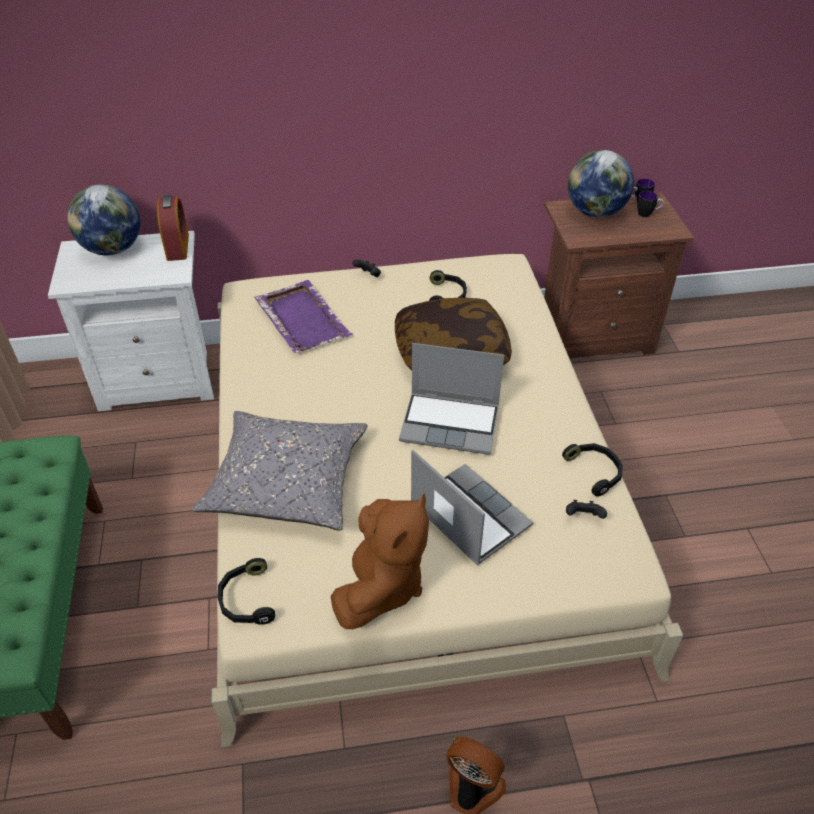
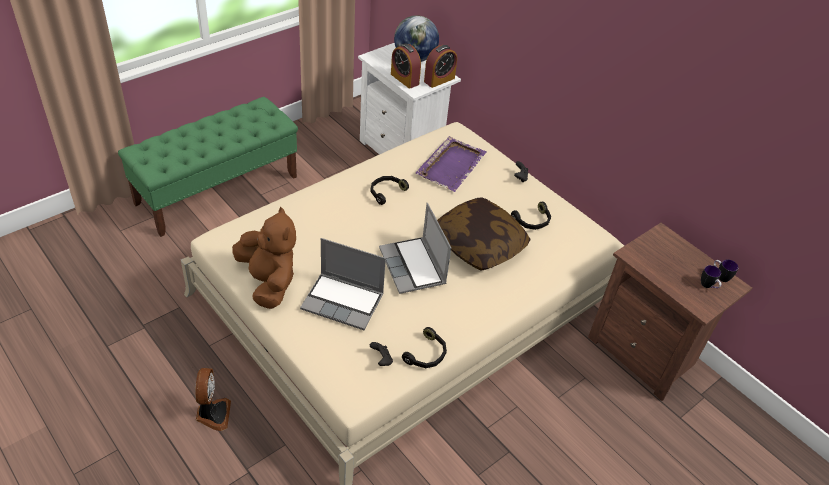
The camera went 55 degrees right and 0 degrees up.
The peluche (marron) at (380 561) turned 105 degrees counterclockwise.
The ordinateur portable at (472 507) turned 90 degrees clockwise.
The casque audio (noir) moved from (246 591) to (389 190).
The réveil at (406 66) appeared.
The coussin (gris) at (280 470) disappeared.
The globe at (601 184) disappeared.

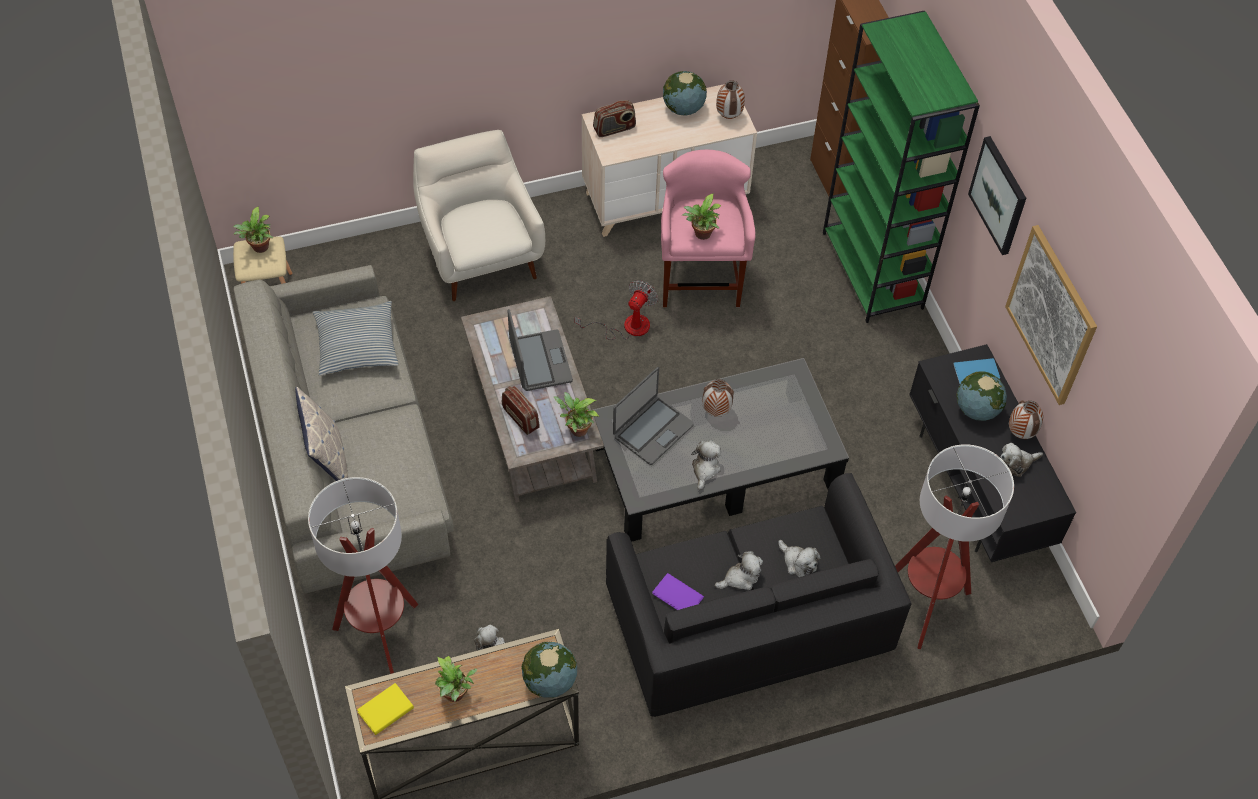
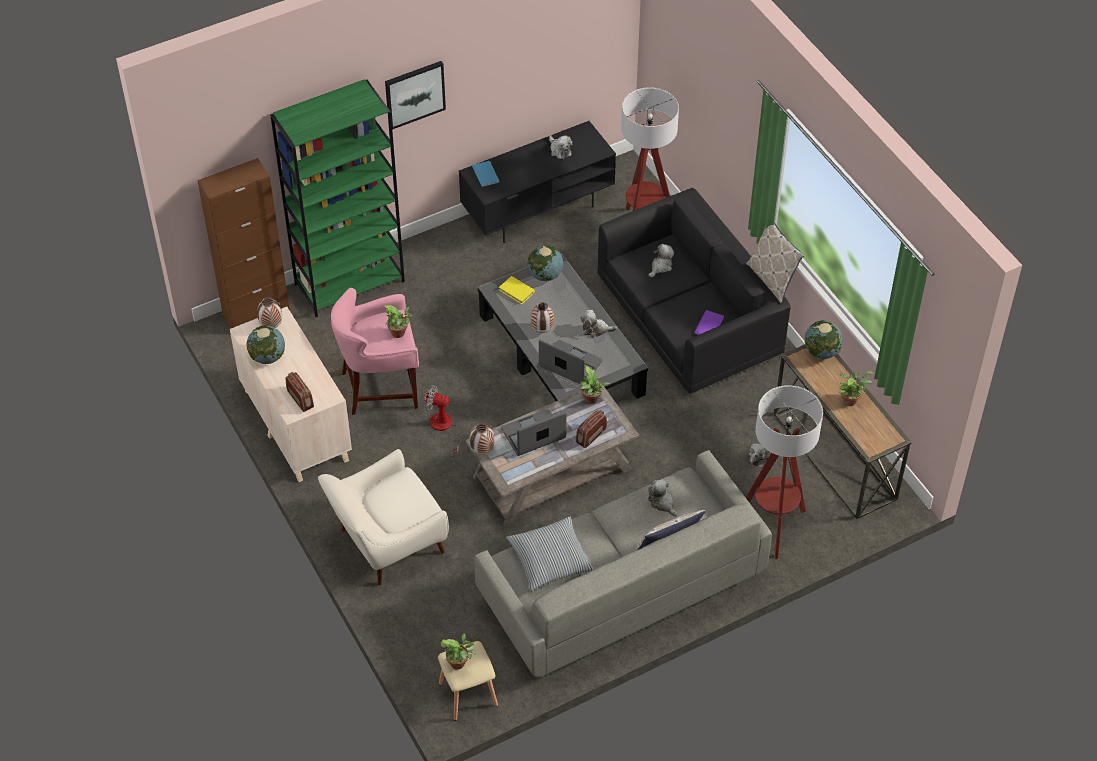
The camera went 100 degrees left and 5 degrees down.
The vase moved from (1026 419) to (481 439).
The livre (jaune) moved from (385 709) to (517 290).
The globe moved from (981 396) to (546 263).
The peluche moved from (739 570) to (662 498).
The coussin at (775 262) appeared.
The tableau at (1051 315) disappeared.

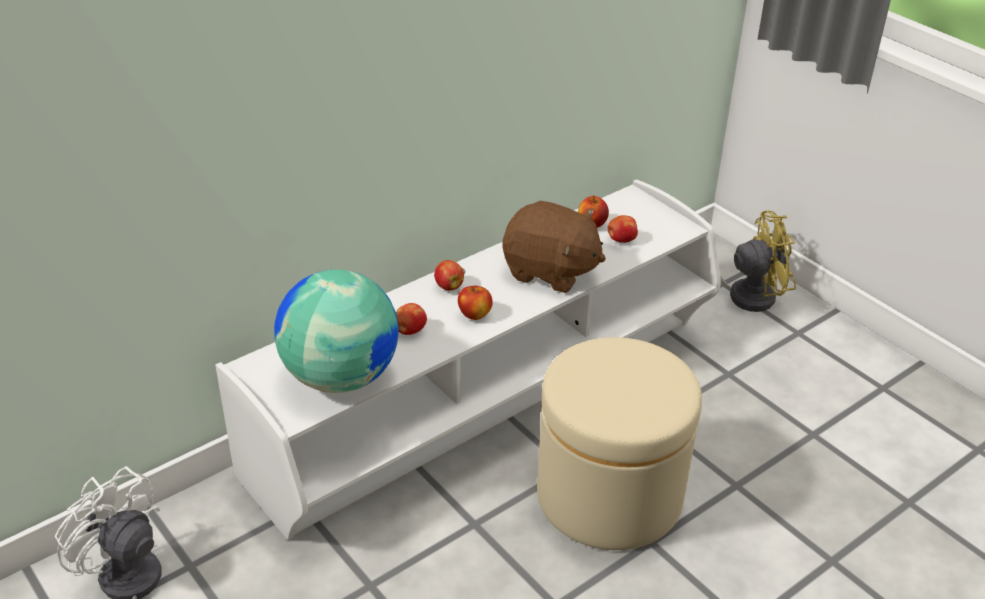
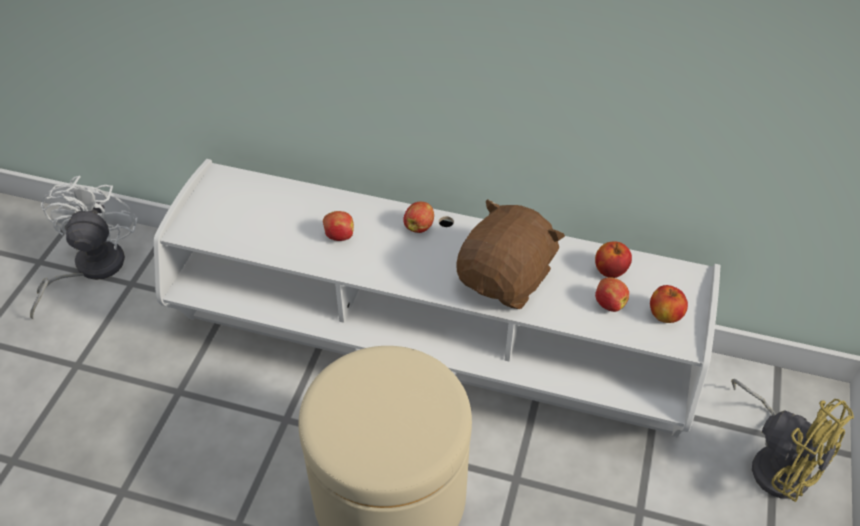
The camera went 55 degrees right and 10 degrees up.
The peluche (marron) at (554 247) turned 135 degrees counterclockwise.
The pomme moved from (475 302) to (669 304).
The globe at (336 331) disappeared.

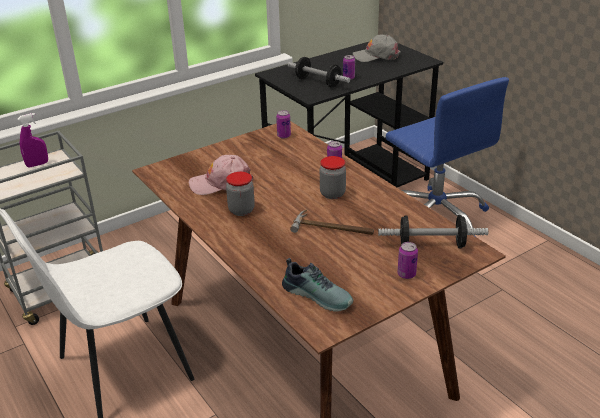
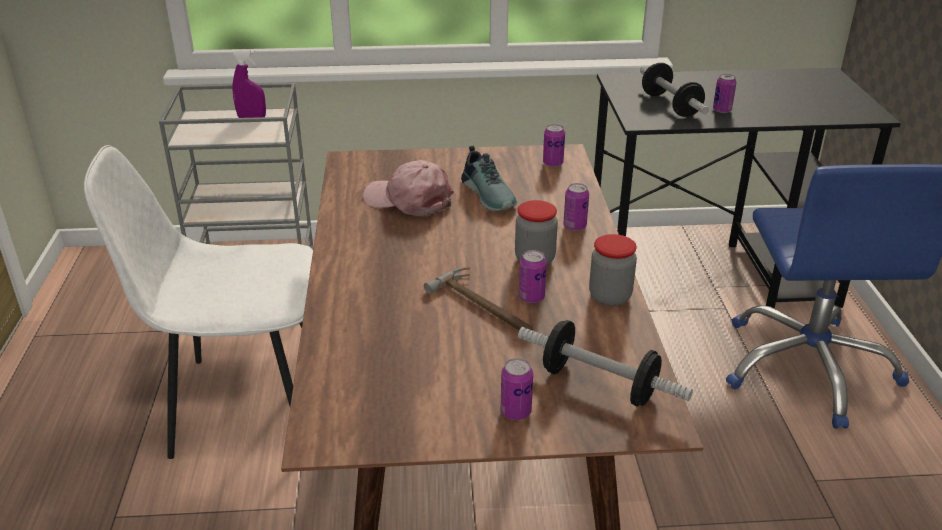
The camera went 30 degrees right and 0 degrees up.
The chaussure moved from (317 285) to (489 178).
The boîte métallique at (533 276) appeared.
The bocal moved from (240 194) to (613 270).
The casquette (gris) at (377 48) disappeared.

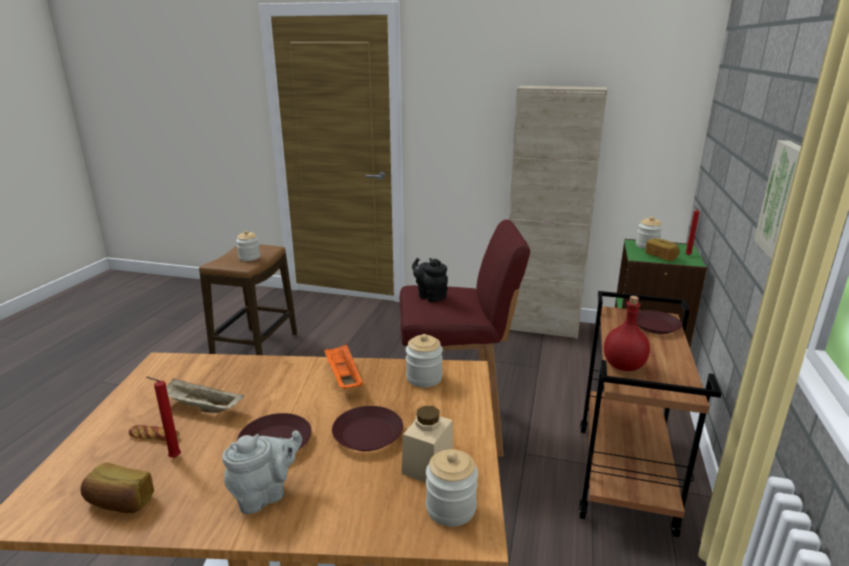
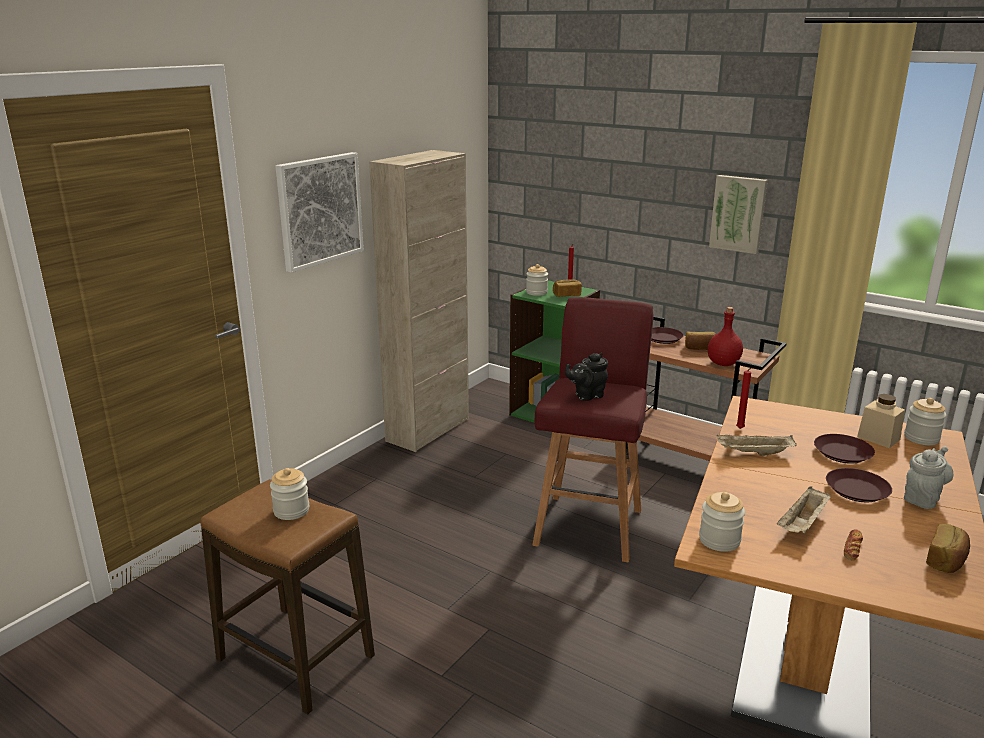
The camera went 70 degrees left and 0 degrees up.
The tableau at (319 212) appeared.
The pain at (700 340) appeared.
The bocal moved from (424 360) to (722 522).
The plateau (orange) at (343 366) became the plateau (beige) at (756 445).
The bougie (rouge) moved from (163 417) to (744 398).
The théière (gris) at (262 472) turned 60 degrees clockwise.

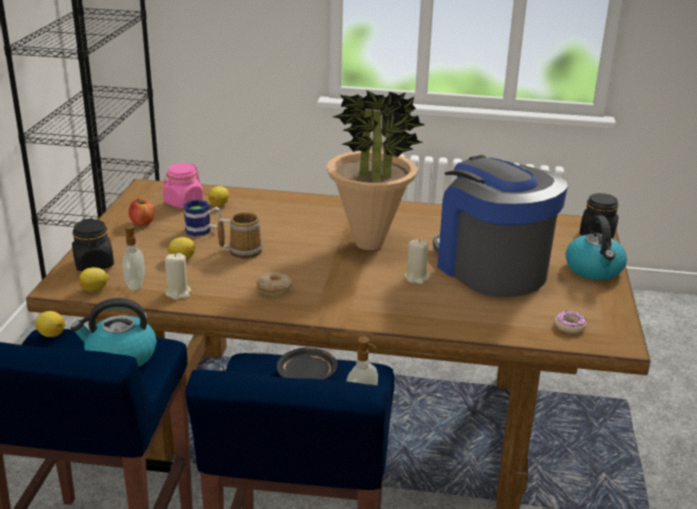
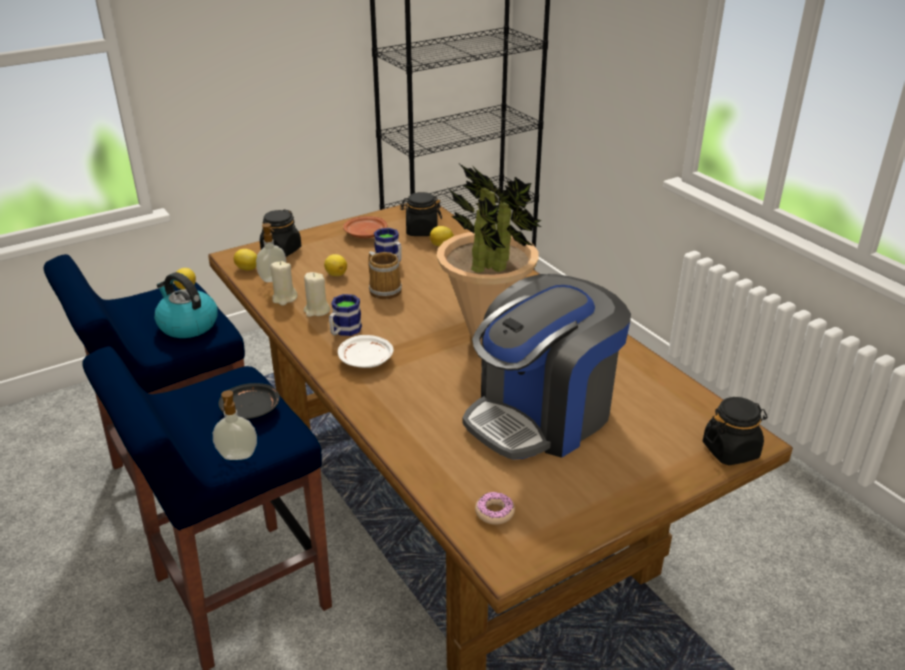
The camera went 50 degrees right and 5 degrees up.
The bougie (beige) moved from (416 261) to (317 294).
The beignet at (274 284) was replaced by the mug at (345 315).
The assiette (blanc) at (365 351) appeared.
The pomme at (141 212) was replaced by the assiette (marron) at (365 227).
The bocal (rose) at (183 185) became the bocal (noir) at (421 214).
The machine à café at (500 226) turned 150 degrees counterclockwise.
The bouilloire at (596 248) disappeared.

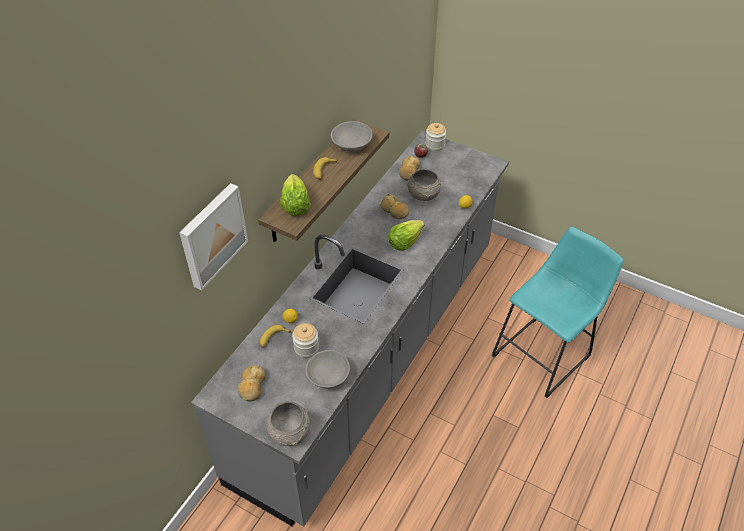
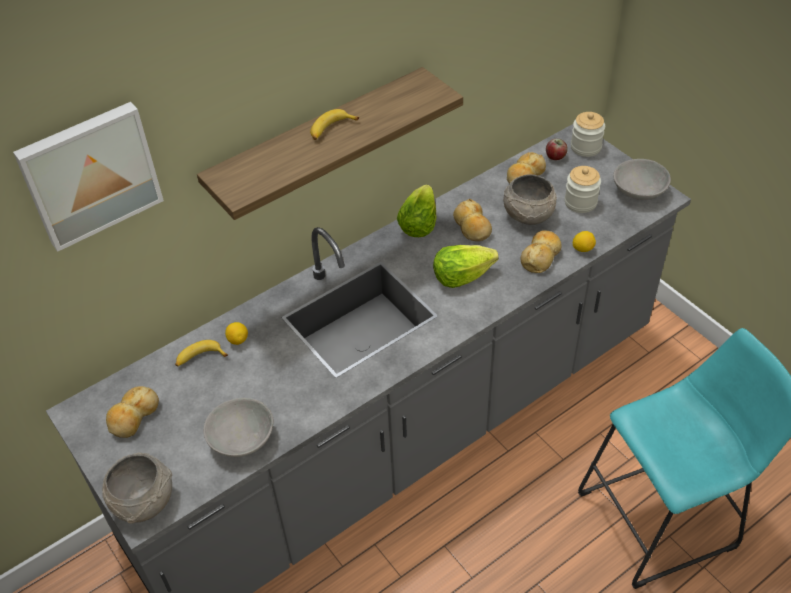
The camera went 25 degrees right and 0 degrees up.
The laitue moved from (295 195) to (416 211).
The pain at (541 251) appeared.
The bocal moved from (305 340) to (582 189).
The bol (gris) moved from (352 136) to (642 179).

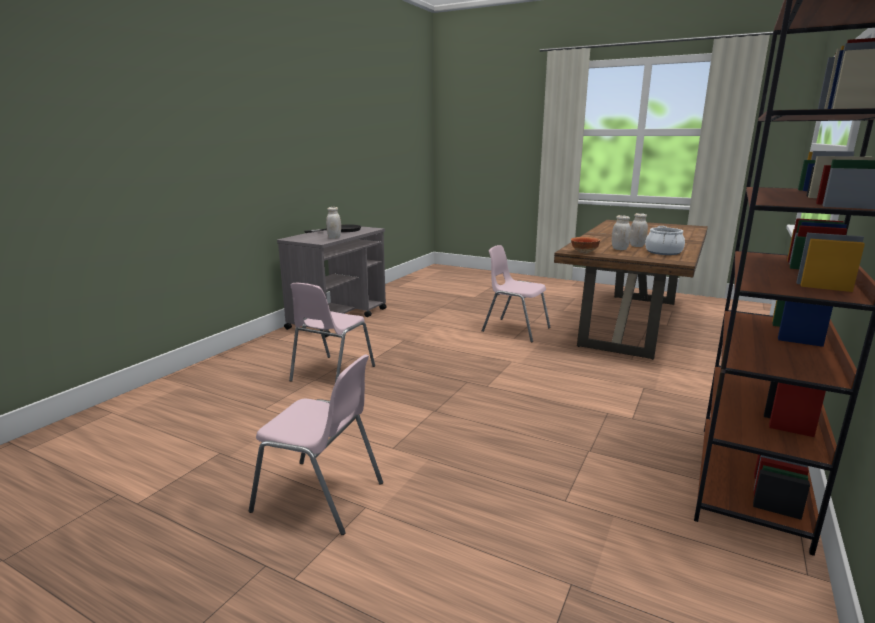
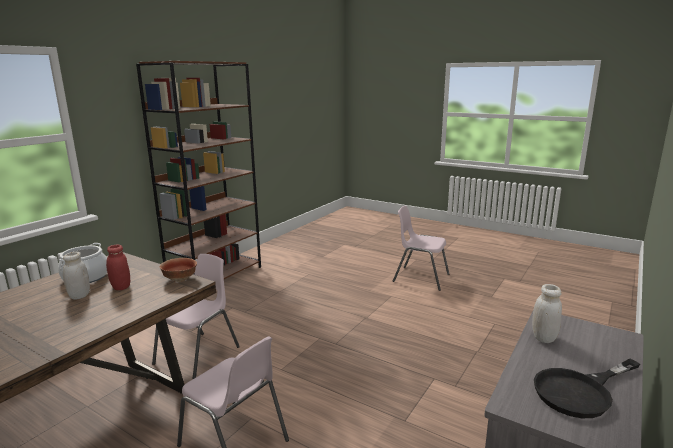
The camera went 175 degrees left and 0 degrees up.
The bocal (blanc) at (621 232) became the bocal (rouge) at (118 267).
The chaise (rose) moved from (332 332) to (196 317).

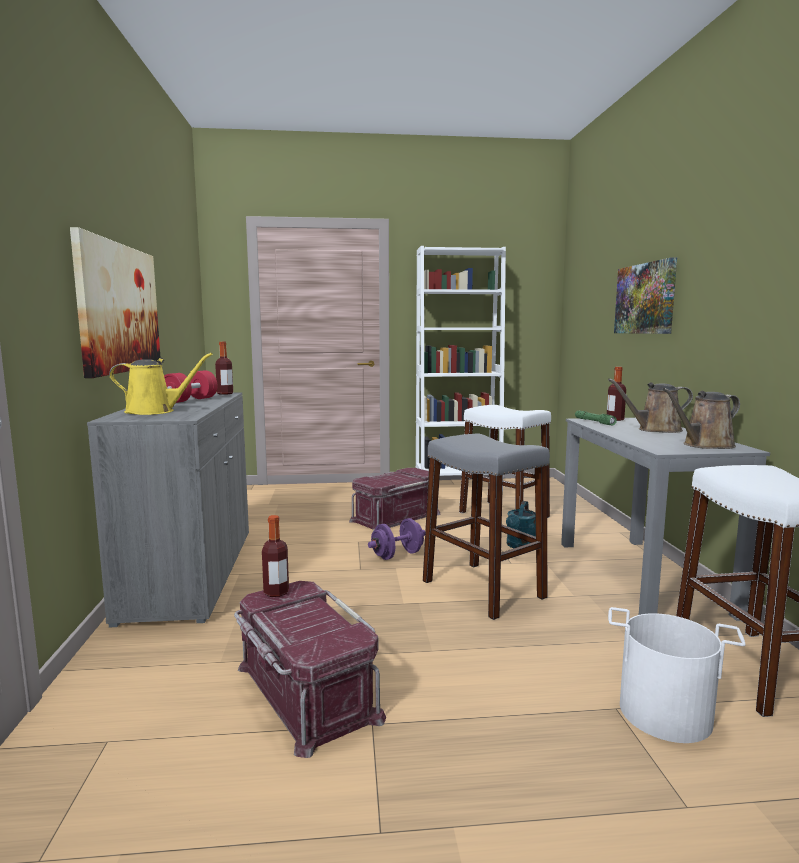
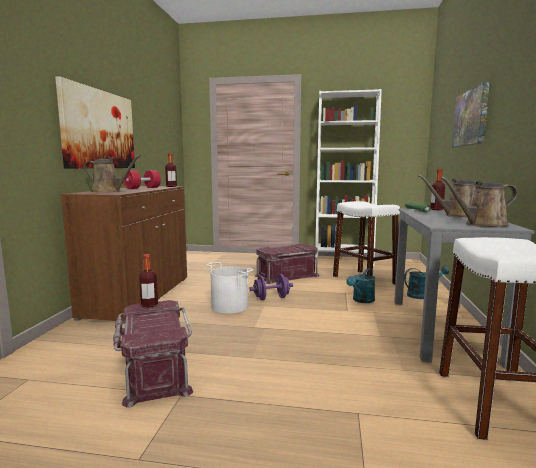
The camera went 15 degrees right and 0 degrees up.
The meuble de rangement (gris) at (168 509) became the meuble de rangement (marron) at (124 255).
The arrosoir (jaune) at (161 384) became the arrosoir (marron) at (112 173).
The seau (blanc) moved from (677 675) to (230 288).
The arrosoir (turquoise) at (426 282) appeared.
The tabouret (gris) at (486 526) disappeared.

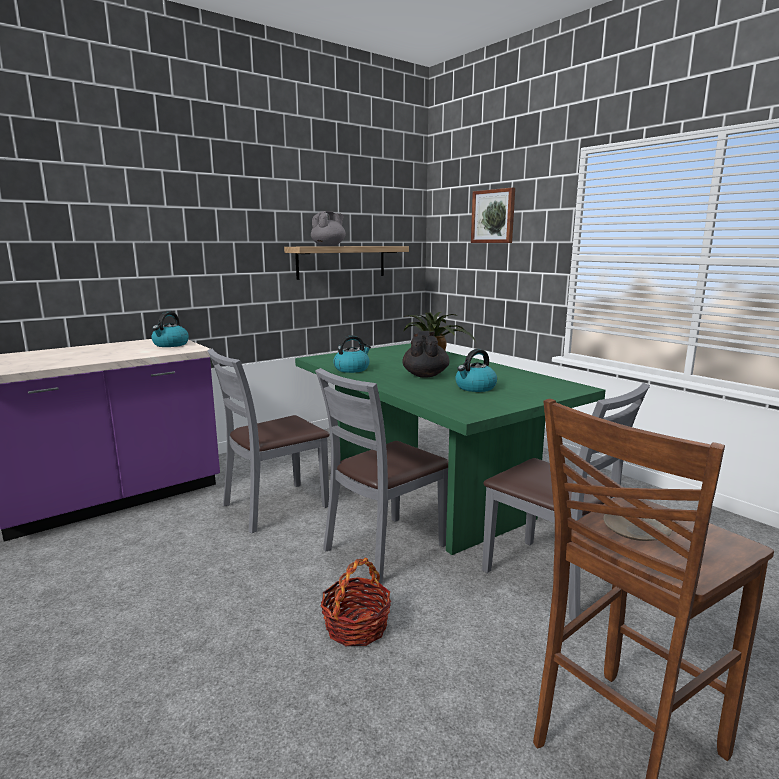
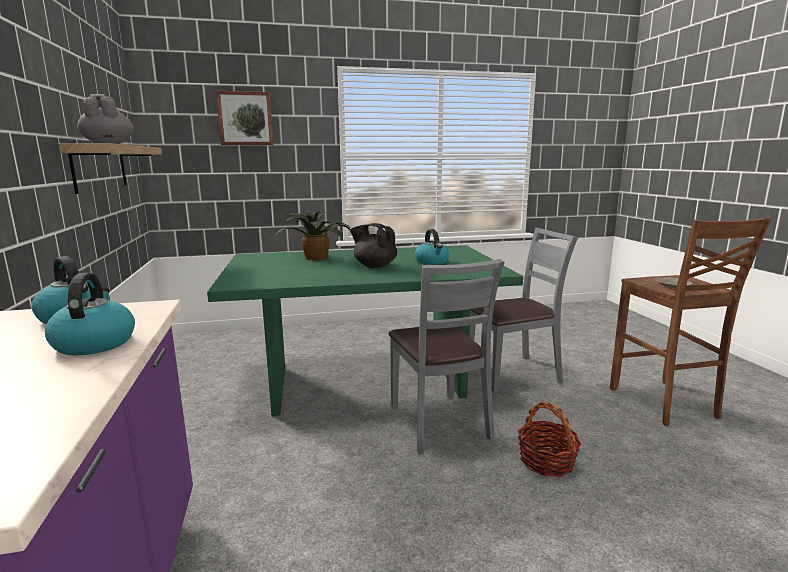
The camera went 65 degrees left and 0 degrees up.
The bouilloire moved from (352 354) to (90 314).
The chaise (gris) at (268 441) disappeared.

